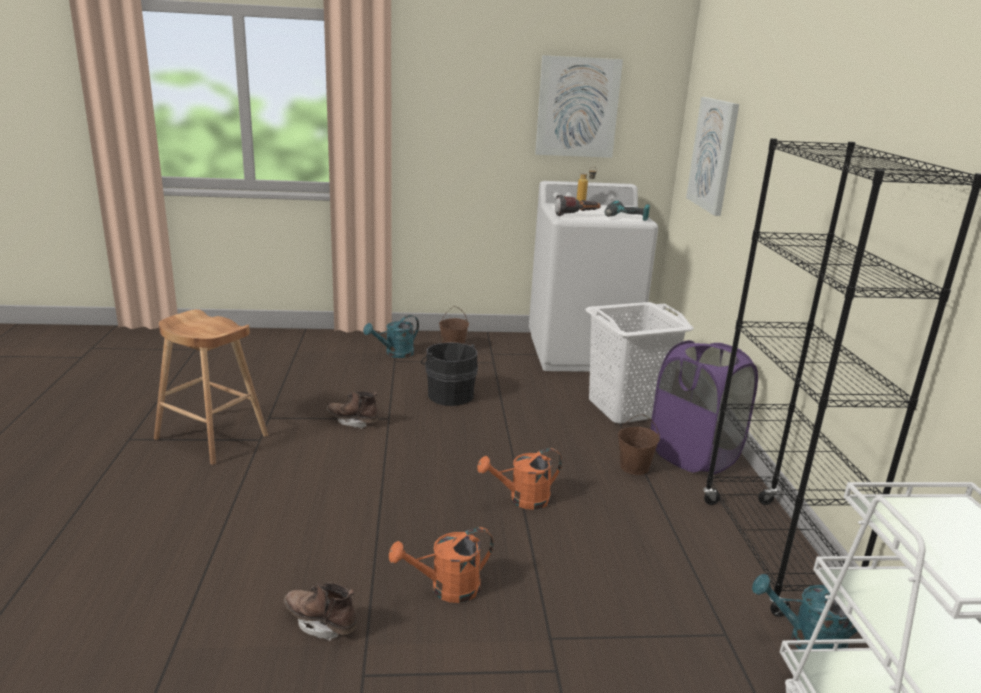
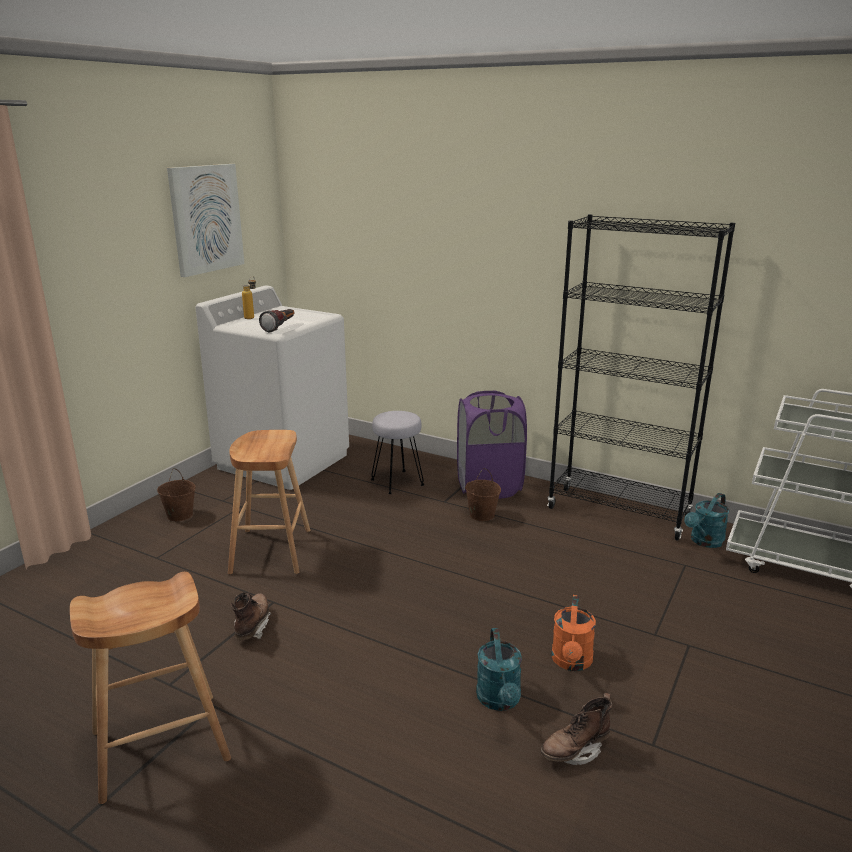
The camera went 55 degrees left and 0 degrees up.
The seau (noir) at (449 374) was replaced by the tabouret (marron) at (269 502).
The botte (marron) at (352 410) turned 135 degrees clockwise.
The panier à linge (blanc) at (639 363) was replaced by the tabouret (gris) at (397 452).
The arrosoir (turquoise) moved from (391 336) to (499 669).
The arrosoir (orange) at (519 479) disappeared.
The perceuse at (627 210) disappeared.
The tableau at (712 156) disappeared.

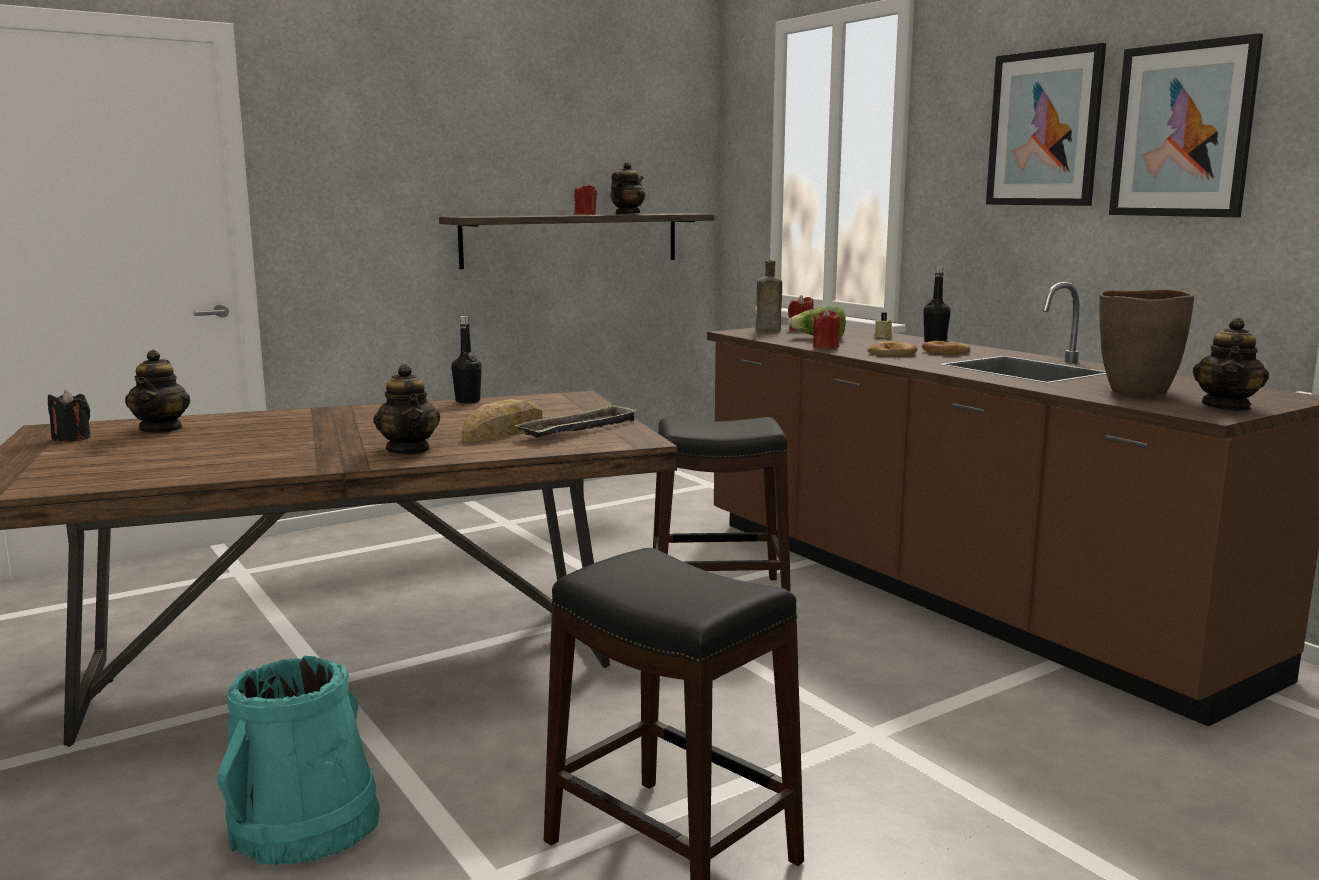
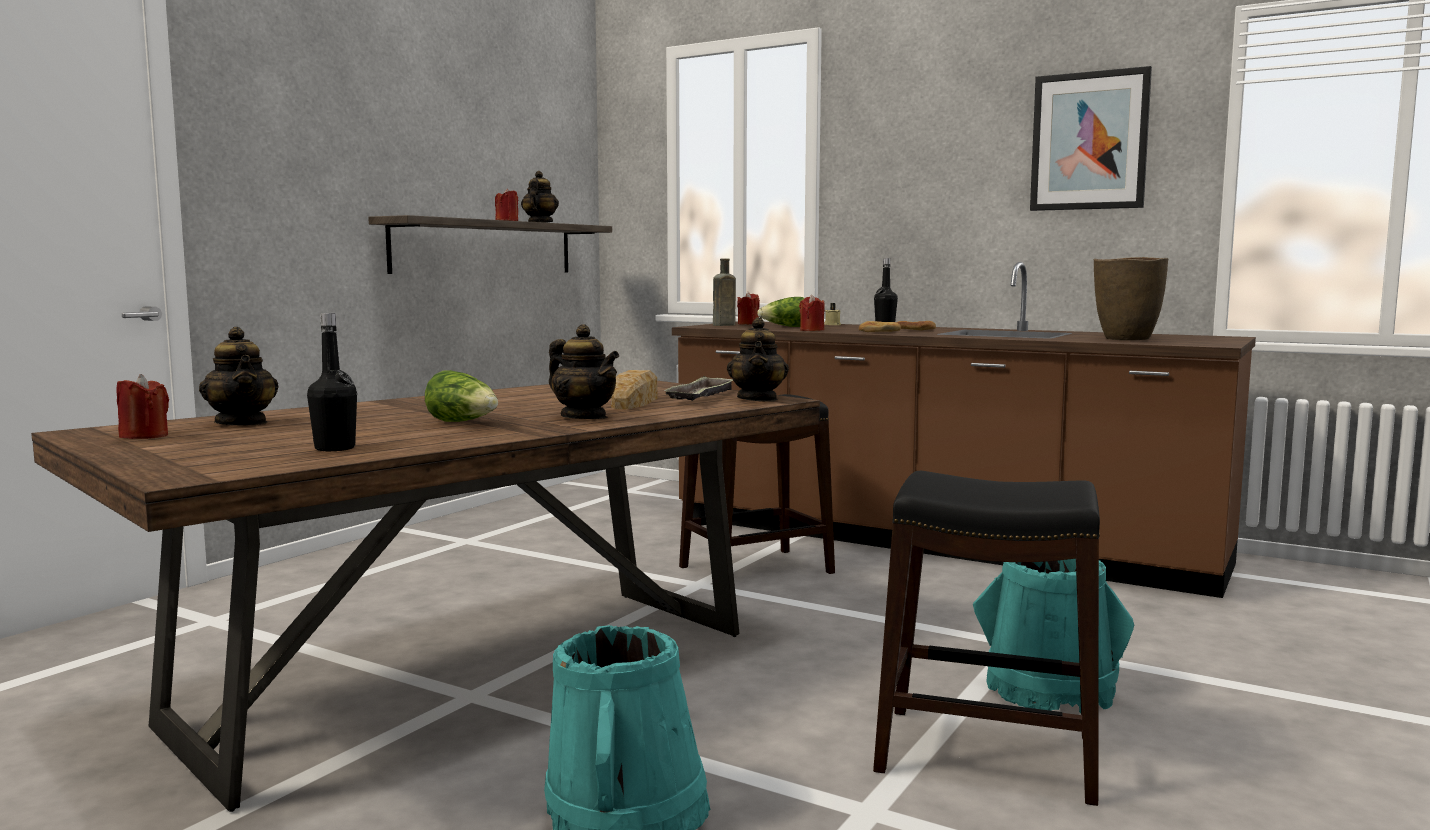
The camera went 25 degrees left and 5 degrees down.
The bougie (noir) at (69 416) became the bougie (rouge) at (143 406).
The bouteille (noir) moved from (466 360) to (332 382).
The laitue at (461 396) appeared.
The théière moved from (1231 364) to (758 359).
The seau (turquoise) at (1053 636) appeared.
The tableau at (1046 124) disappeared.

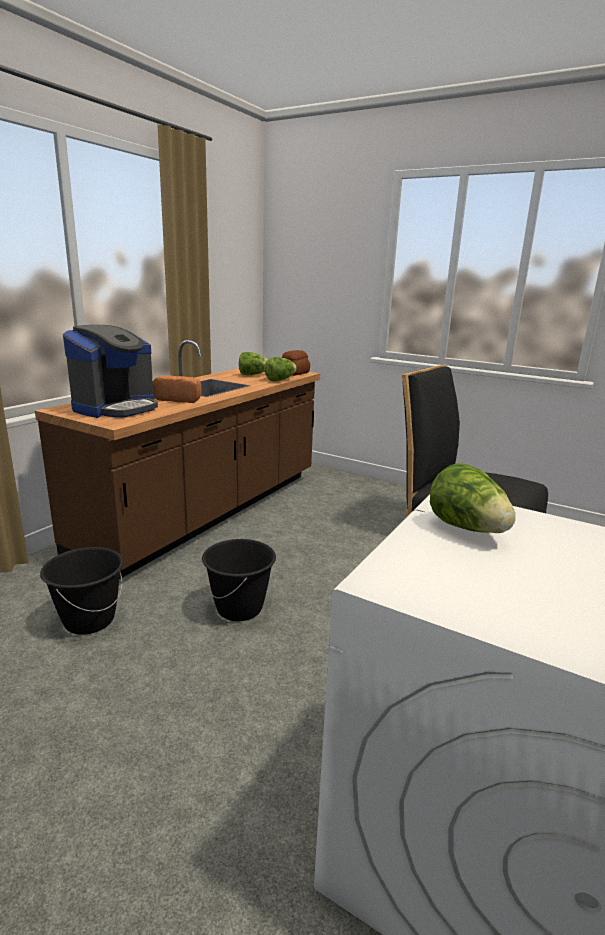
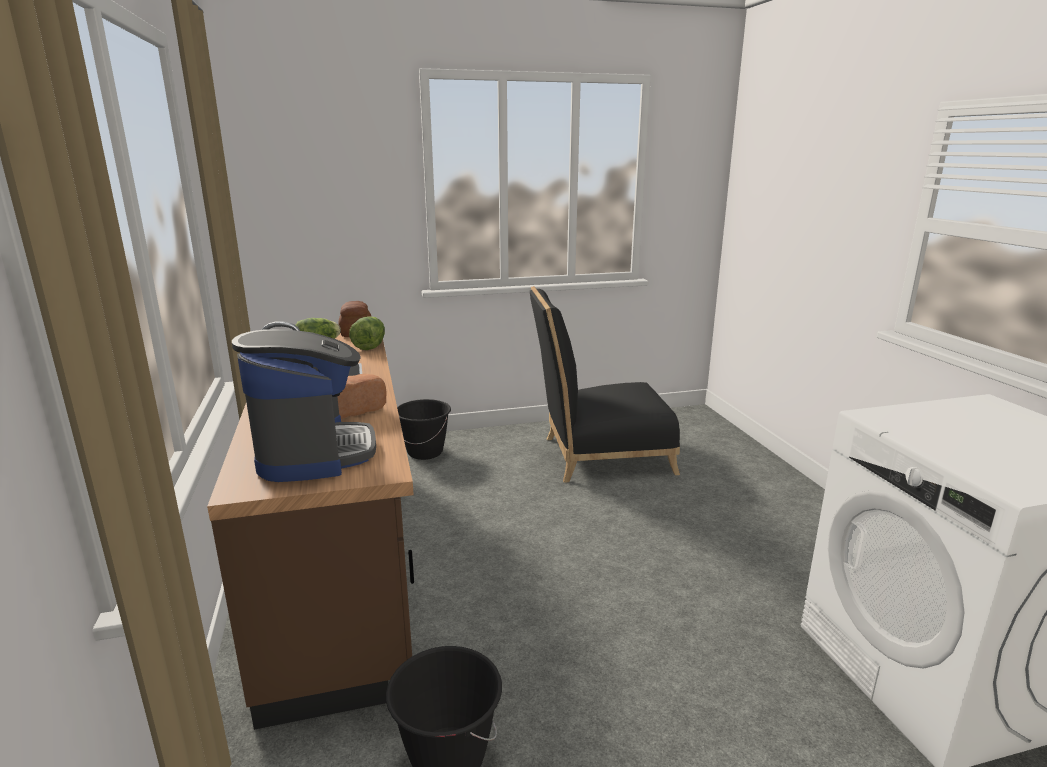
The camera went 45 degrees left and 0 degrees up.
The seau (noir) moved from (239 580) to (424 429).
The laitue at (473 498) disappeared.

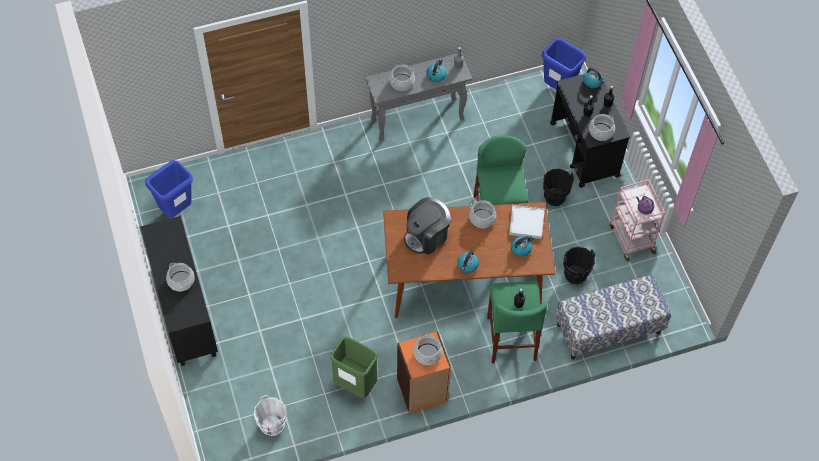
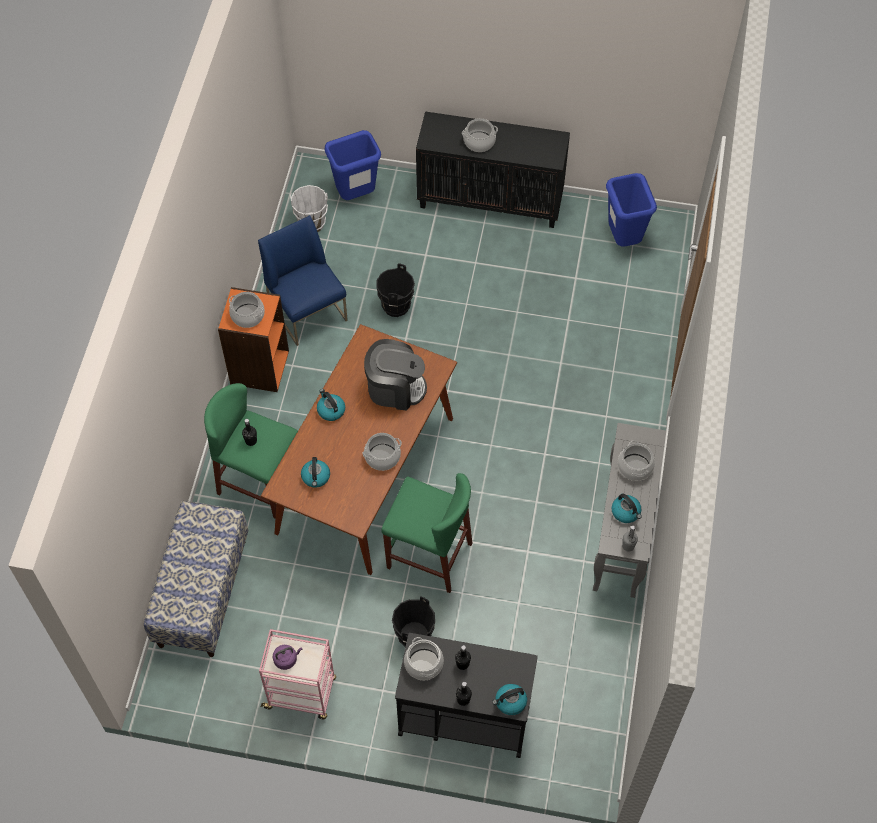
The camera went 120 degrees right and 0 degrees up.
The poubelle (vert) at (354 367) was replaced by the chaise (bleu) at (303 280).
The poubelle (bleu) moved from (564 64) to (353 165).
The machine à café at (427 226) turned 105 degrees clockwise.
The seau (noir) moved from (579 265) to (395 290).
The plateau (blanc) at (527 222) disappeared.

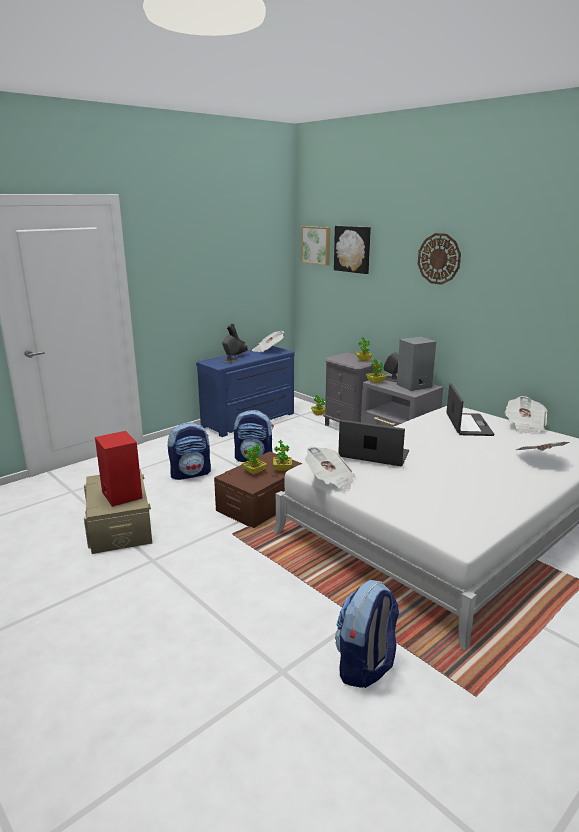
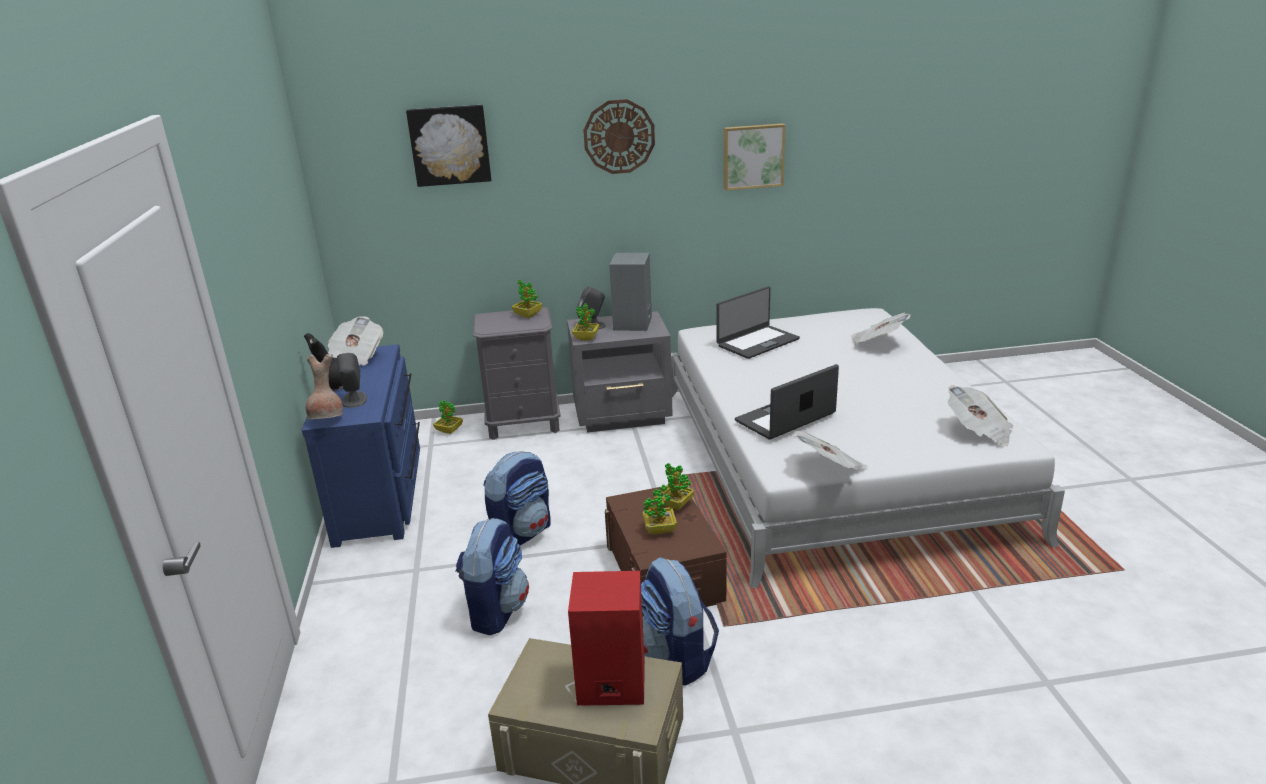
The camera went 55 degrees left and 5 degrees up.
The vase (marron) at (324 386) appeared.
The sac à dos moved from (367 634) to (680 621).
The ordinateur portable at (470 409) turned 105 degrees clockwise.
The tableau moved from (316 245) to (754 157).
The journal moved from (526 415) to (980 415).

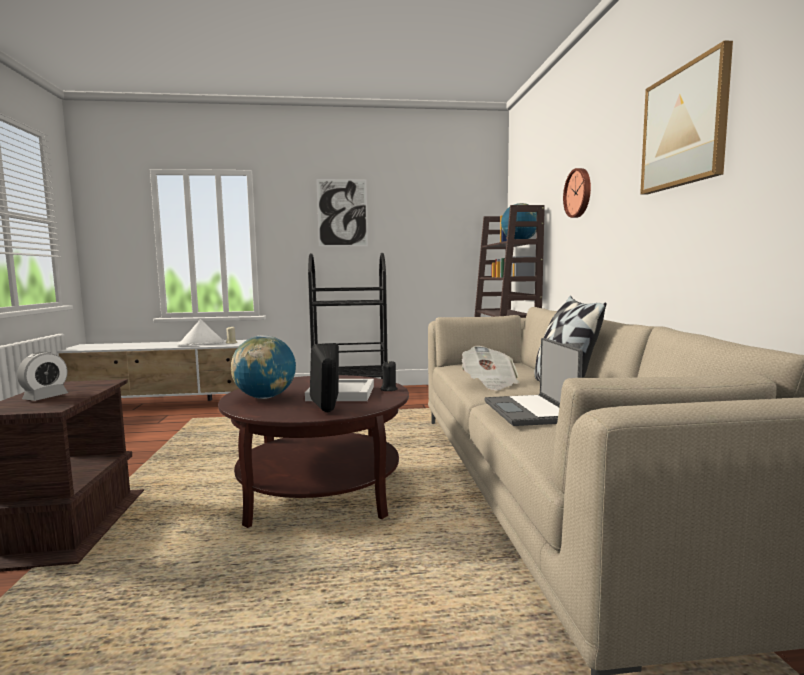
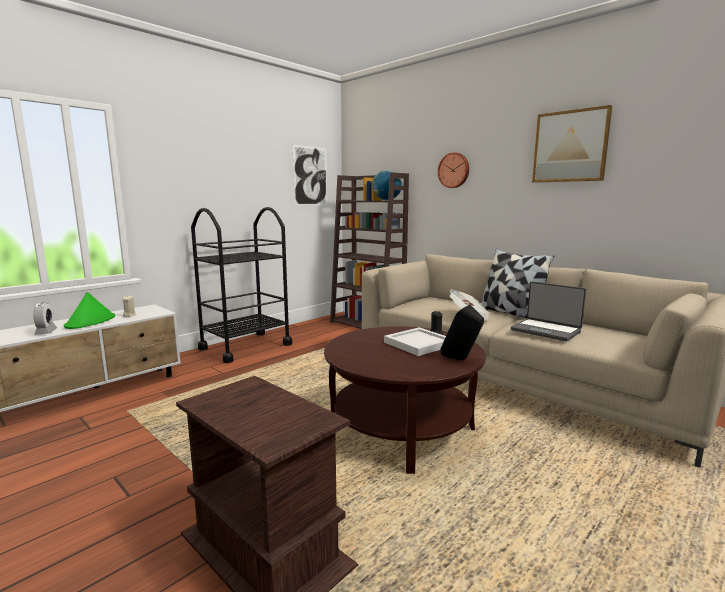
The camera went 40 degrees left and 5 degrees up.
The réveil moved from (42 376) to (45 318).
The chapeau (blanc) at (200 332) became the chapeau (vert) at (89 310).
The tableau moved from (342 213) to (310 175).
The globe at (263 367) disappeared.

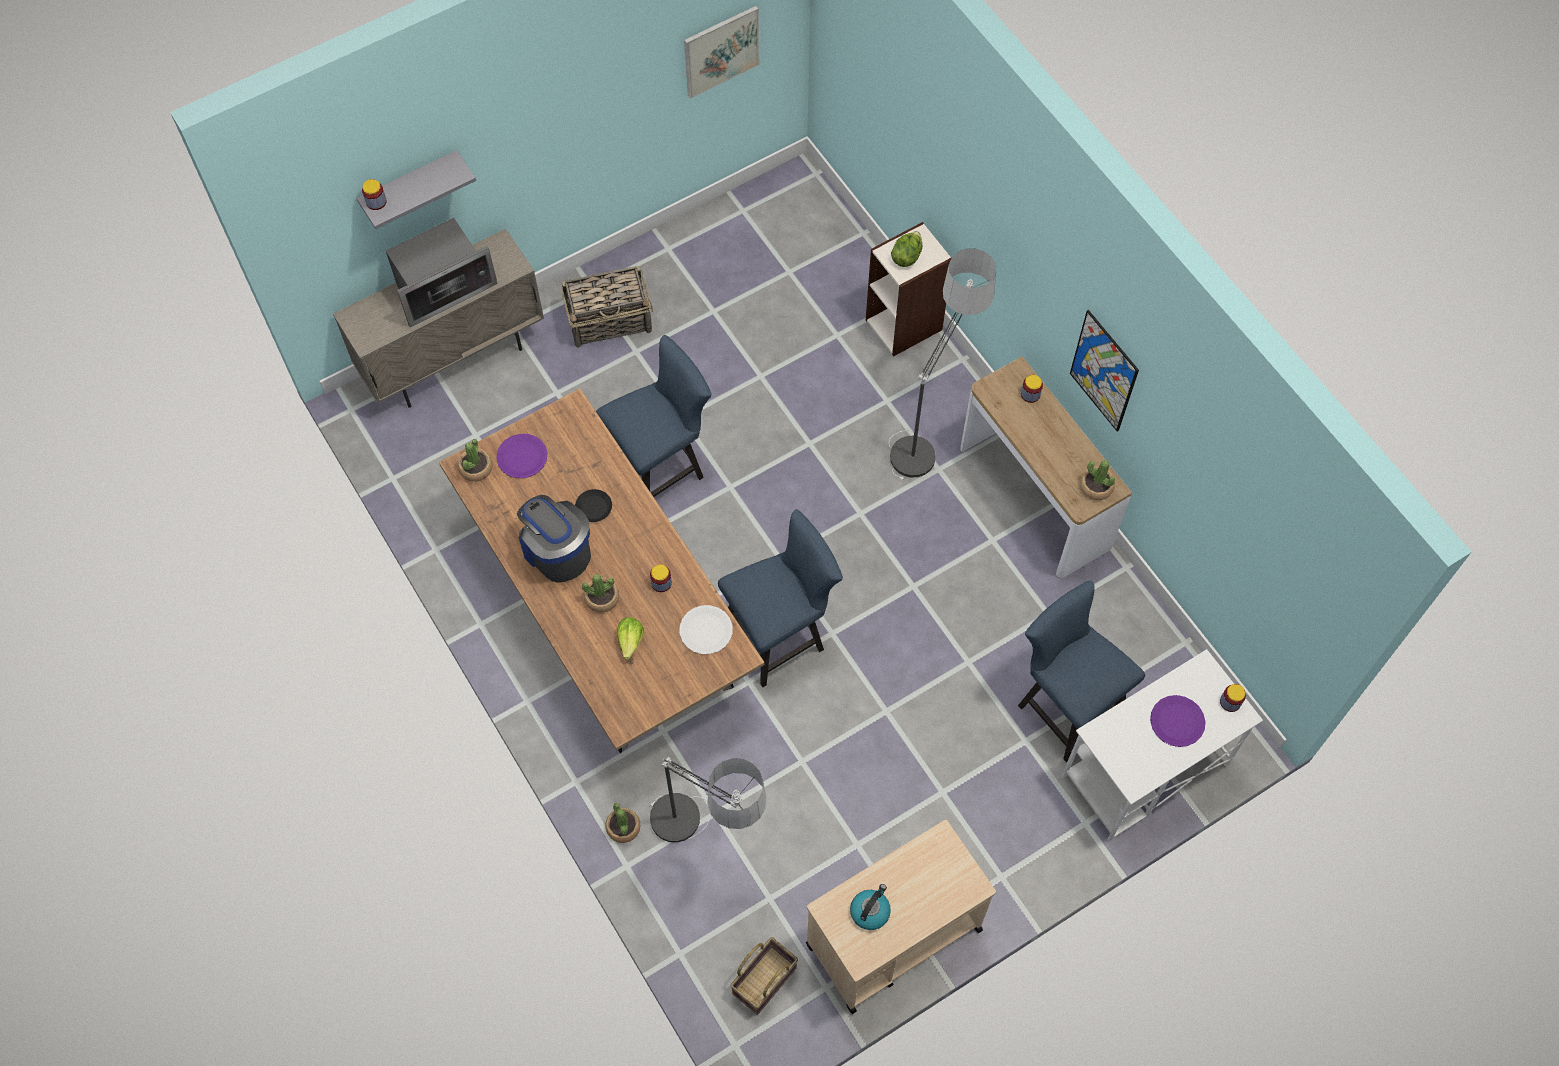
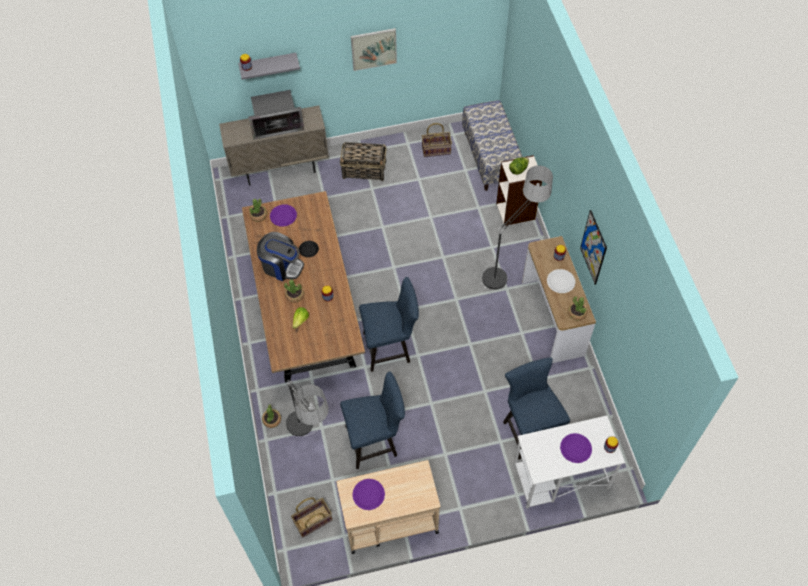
The camera went 20 degrees right and 5 degrees down.
The machine à café at (554 539) turned 135 degrees clockwise.
The chaise (bleu) moved from (654 416) to (372 420).
The tableau moved from (721 52) to (374 49).
The bouilloire at (870 907) was replaced by the assiette (violet) at (368 494).
The panier at (437 140) appeared.
The banc at (492 145) appeared.
The assiette (blanc) moved from (706 629) to (561 281).

